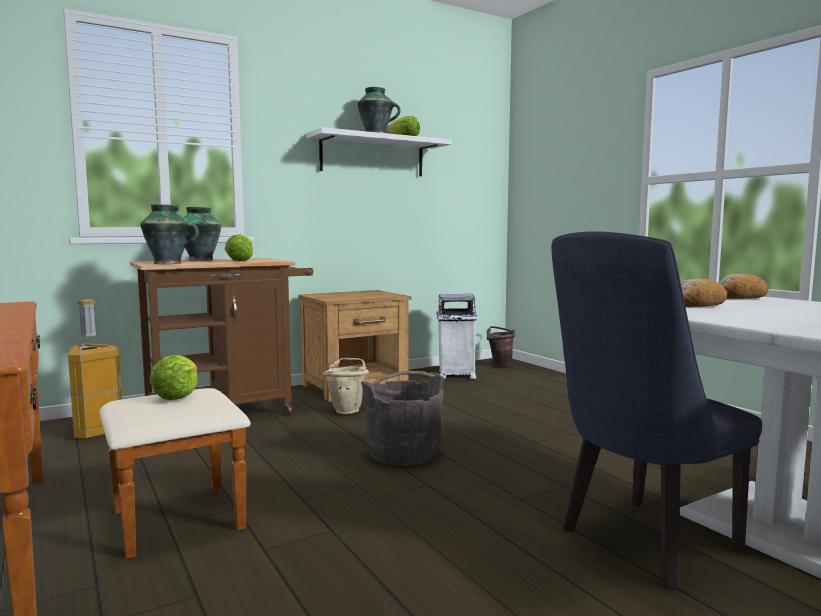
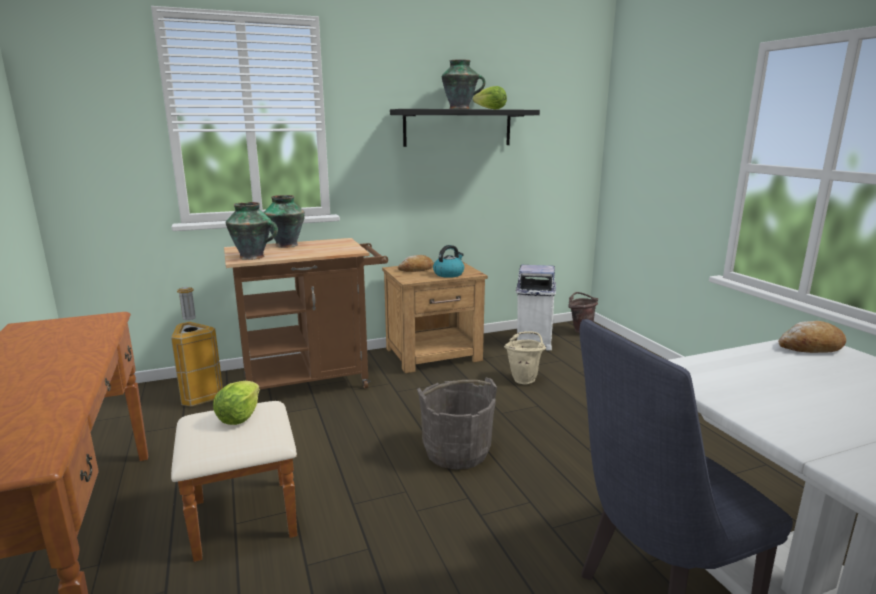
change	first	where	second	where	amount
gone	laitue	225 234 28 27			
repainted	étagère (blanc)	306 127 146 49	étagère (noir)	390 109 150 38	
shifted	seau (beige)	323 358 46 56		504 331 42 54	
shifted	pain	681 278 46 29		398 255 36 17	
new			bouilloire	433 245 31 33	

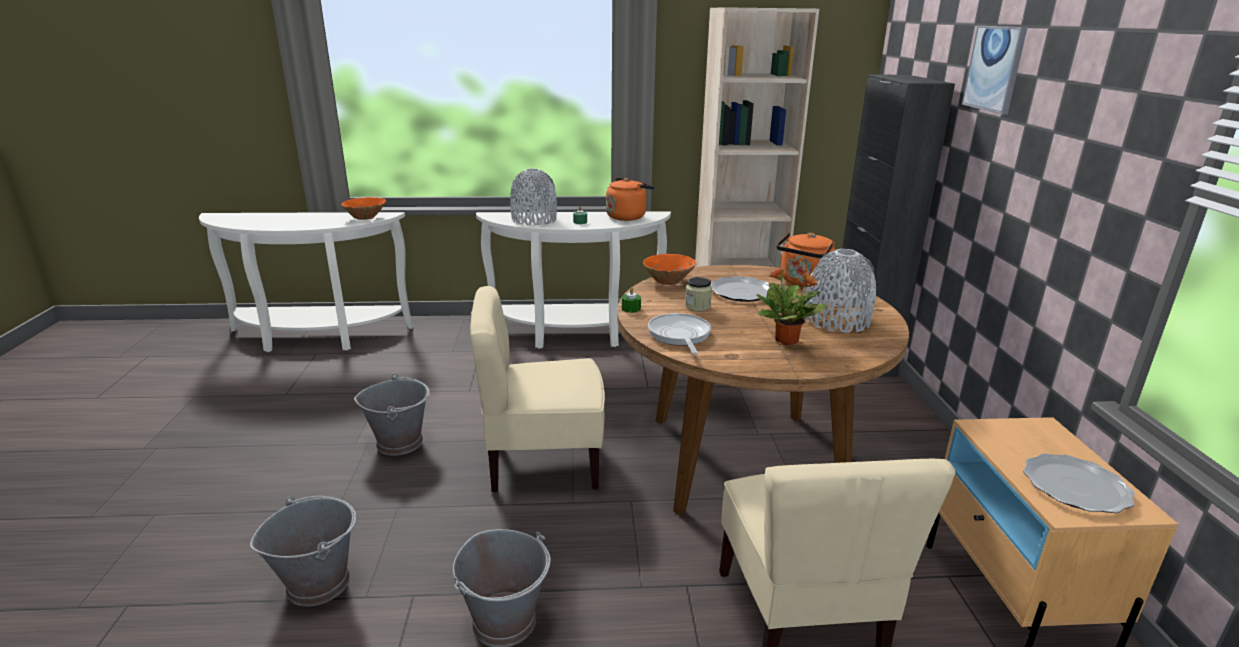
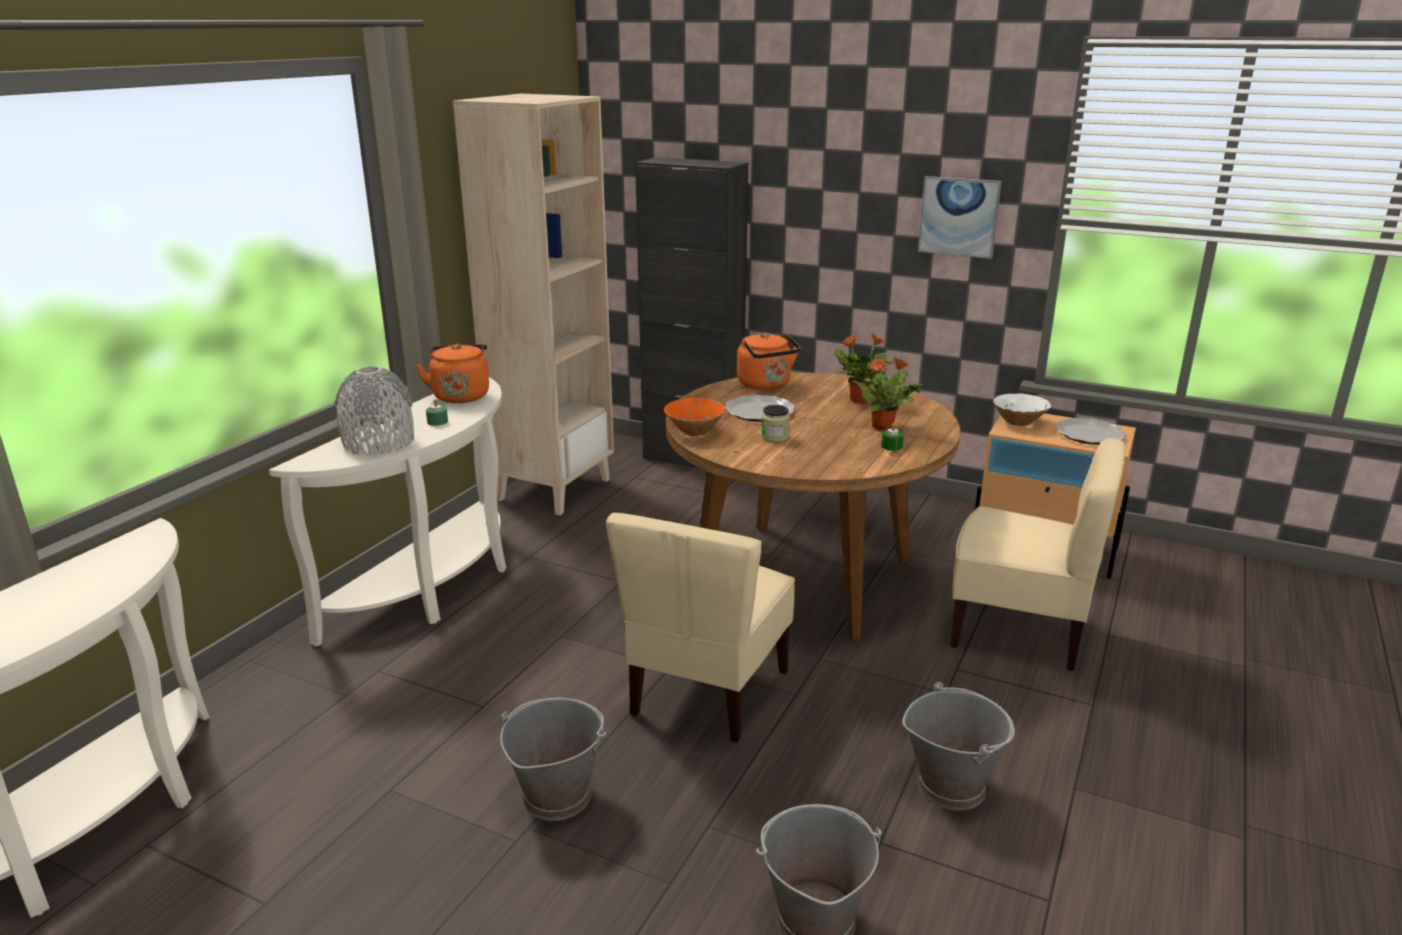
change	first	where	second	where	amount
gone	bol (orange)	341 197 45 23			
shifted	bougie (vert)	622 287 19 26		881 423 23 28	
gone	poêle	648 313 63 42			
swapped	vase (gris)	804 249 72 84	plante en pot	834 332 59 71	
shifted	tableau	962 26 66 88		918 176 84 83	
new			bol (blanc)	993 394 58 32	

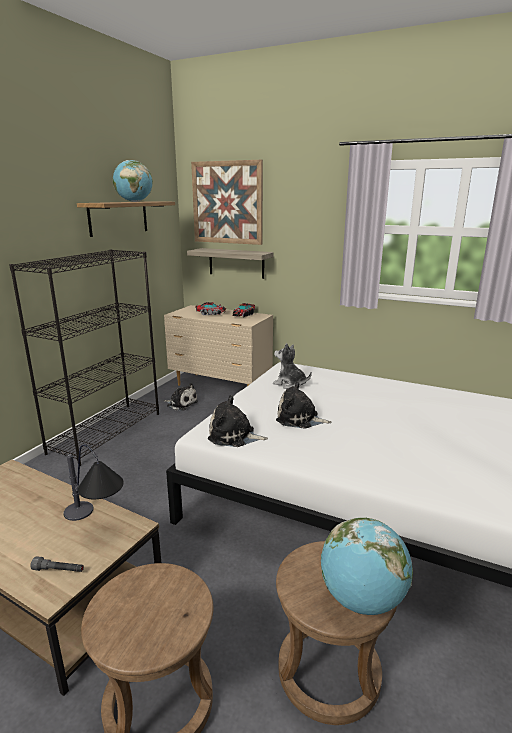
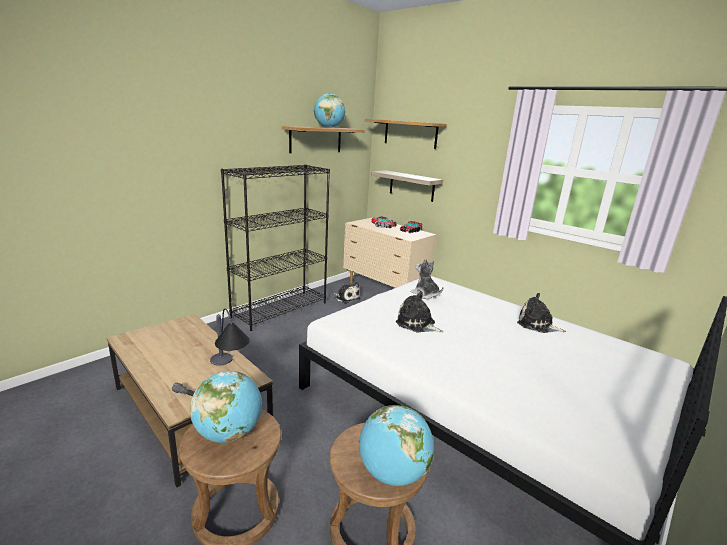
change	first	where	second	where	amount
swapped	tableau	191 160 72 85	étagère	365 119 82 30	
shifted	peluche	208 395 60 52		517 293 49 40	
new			globe	190 371 72 72	

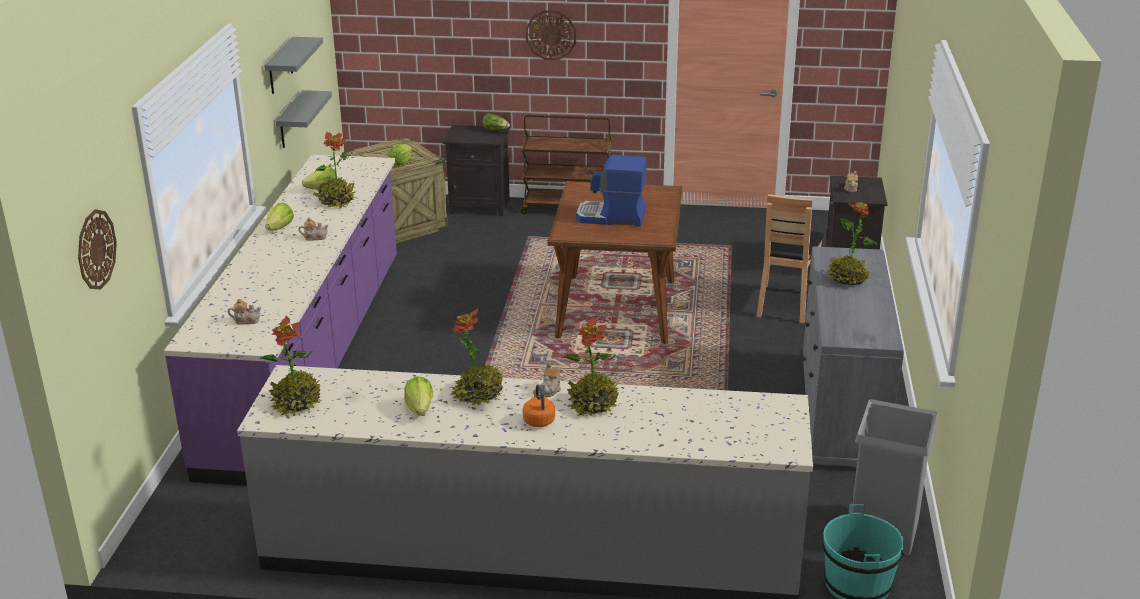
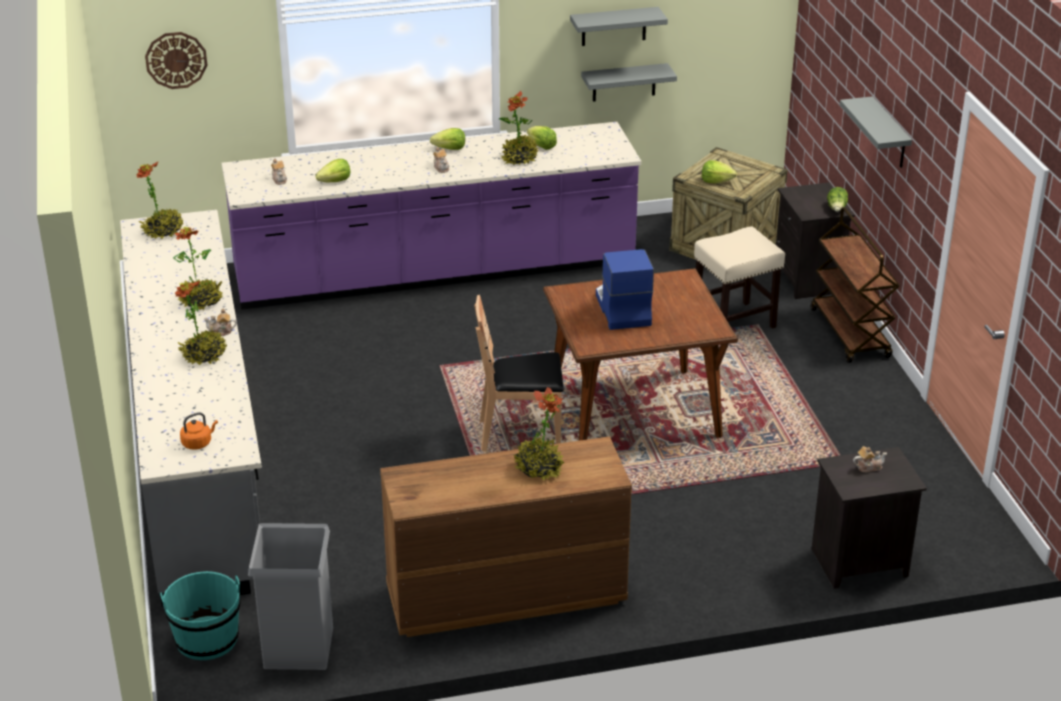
change	first	where	second	where	amount
shifted	laitue	404 376 29 40		316 159 34 24	
shifted	bouilloire (orange)	523 384 32 43		180 412 38 38	
swapped	horloge murale	526 10 50 50	étagère (gris)	840 96 72 72	
shifted	chaise (marron)	757 194 67 129		474 295 90 156	
repainted	commode (gris)	802 246 102 221	commode (marron)	380 436 252 201	
new			tabouret (beige)	694 226 91 103	

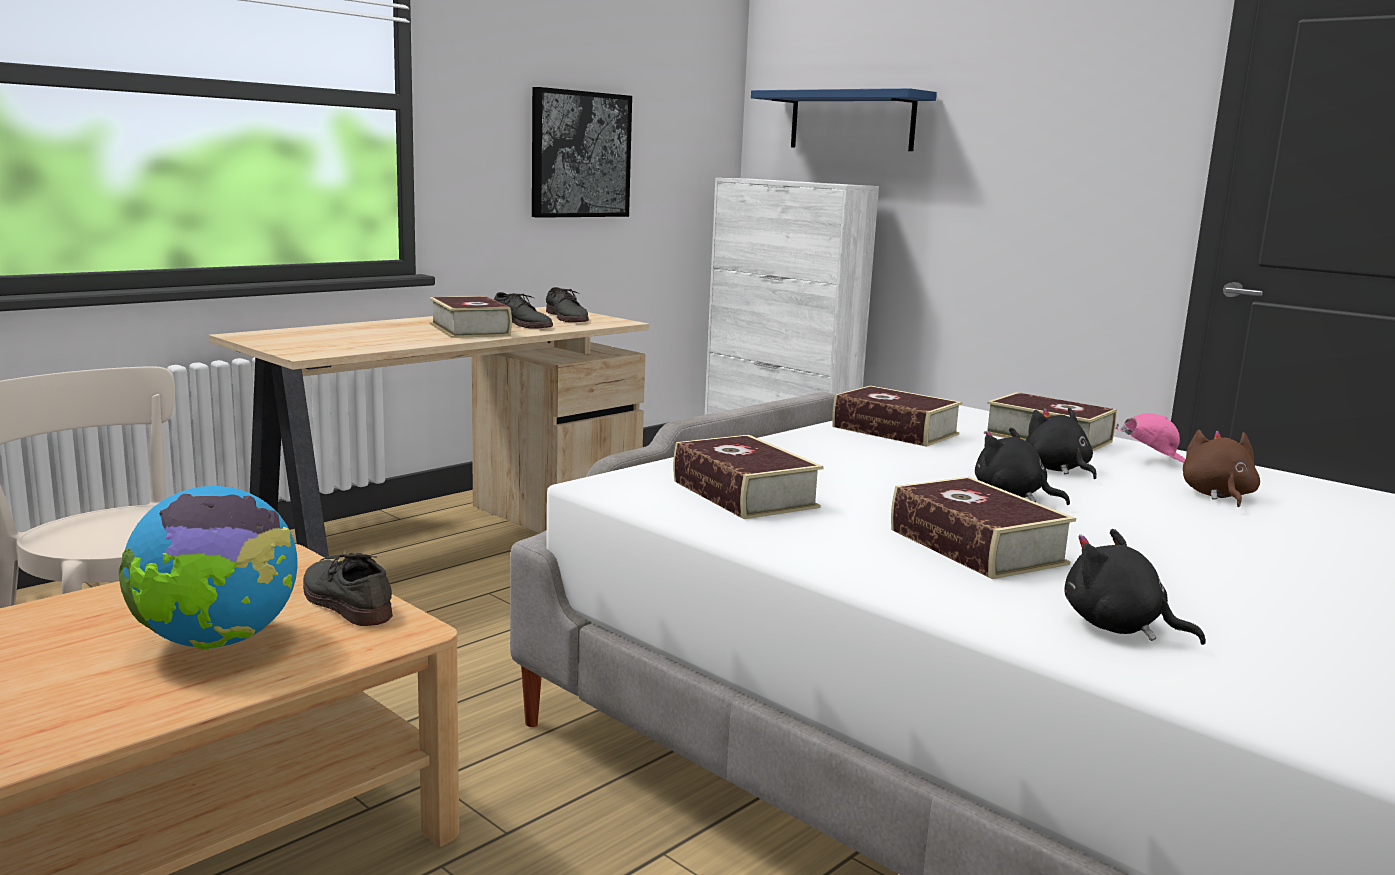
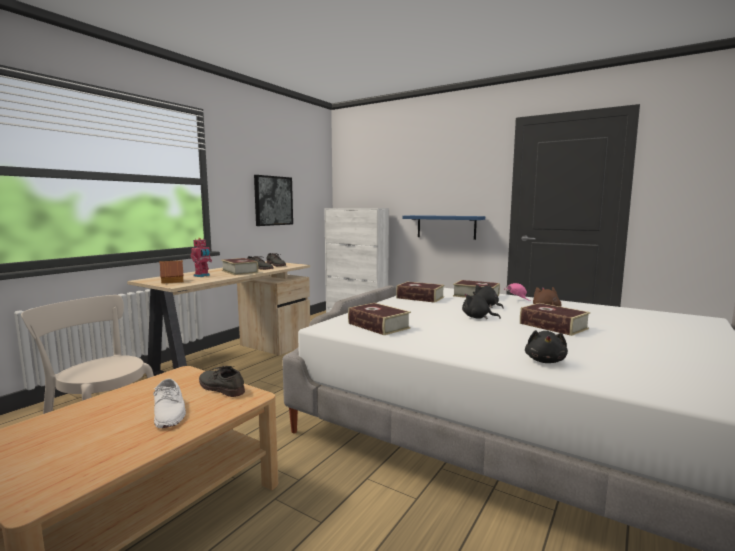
change	first	where	second	where	amount
swapped	globe	119 486 179 164	chaussure (blanc)	153 379 33 49	
shifted	étagère (bleu)	751 88 186 63		403 215 82 25	
shifted	livre	891 477 185 102		520 303 70 33	
rotated	peluche (noir)	1064 529 142 116		525 330 43 33	105 degrees counterclockwise
new			maison miniature	159 260 25 24	
new			robot jouet	190 238 22 39	

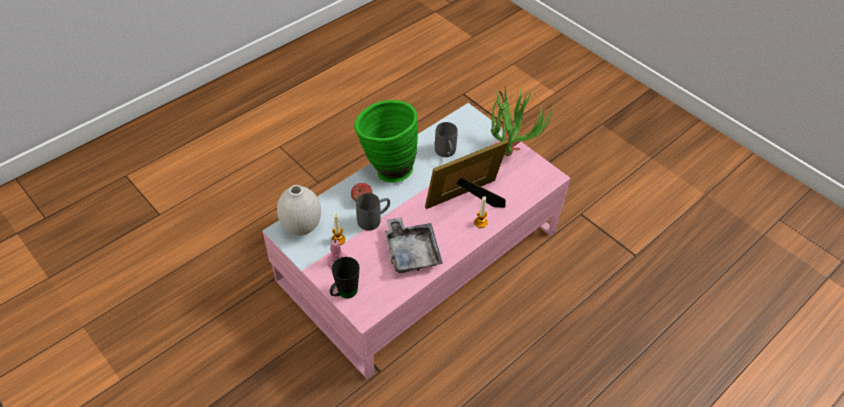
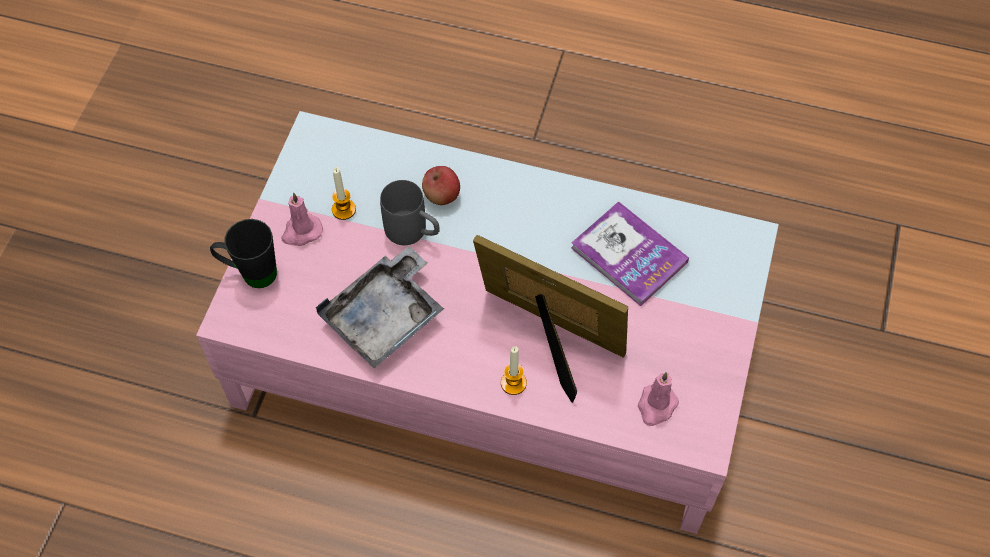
change	first	where	second	where	amount
gone	vase (blanc)	277 185 44 51			
gone	vase (vert)	354 100 64 83			
swapped	mug (gris)	435 122 23 35	livre	571 201 118 105	
gone	plante en pot	491 87 63 69			
new			bougie (rose)	638 372 41 54	

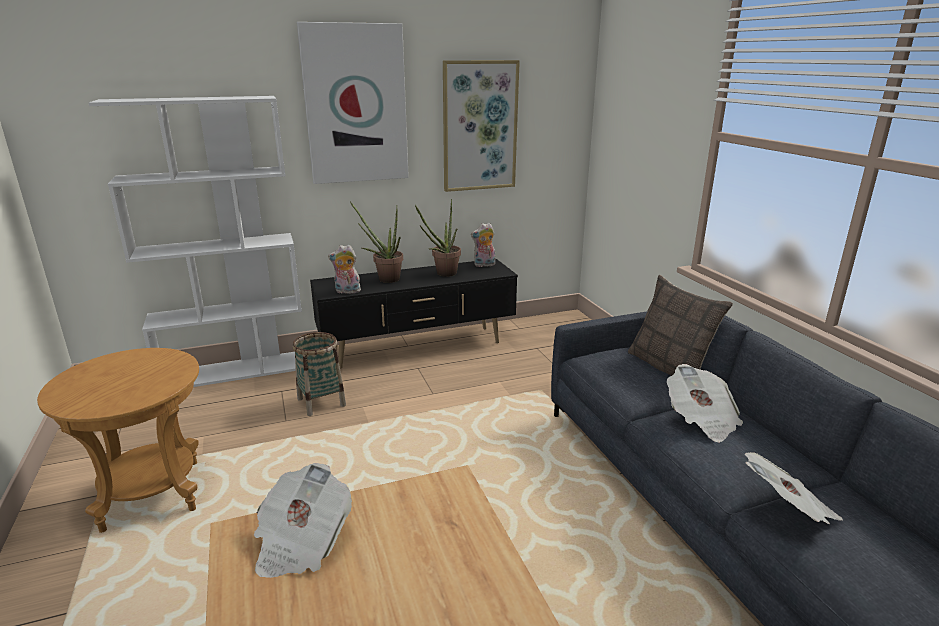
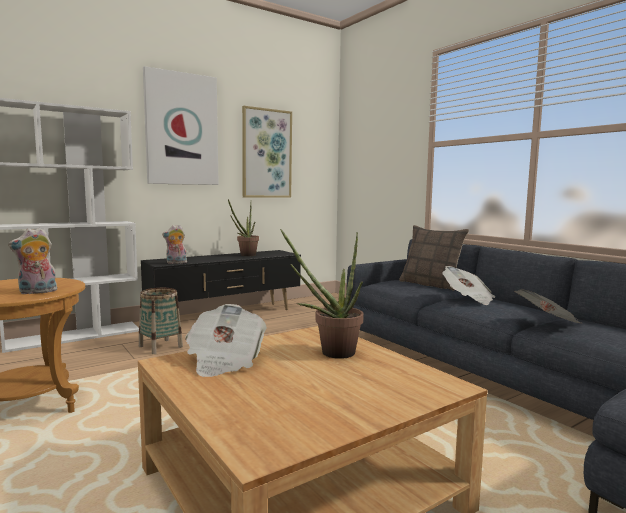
change	first	where	second	where	amount
shifted	plante en pot	350 202 53 81		280 229 84 130	
shifted	peluche	471 223 24 44		8 228 50 66	

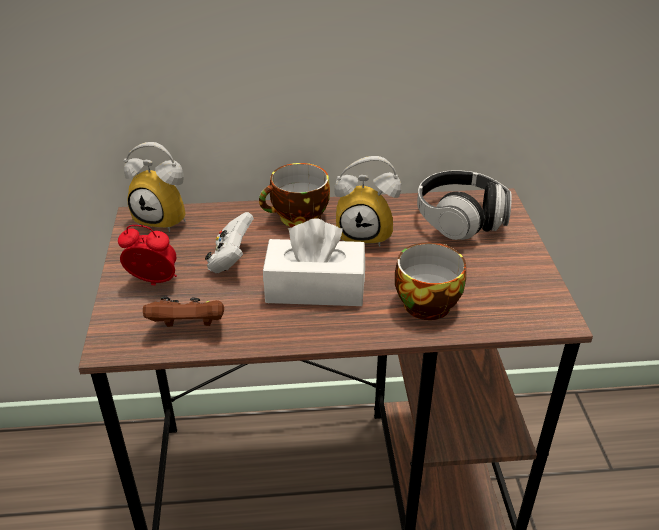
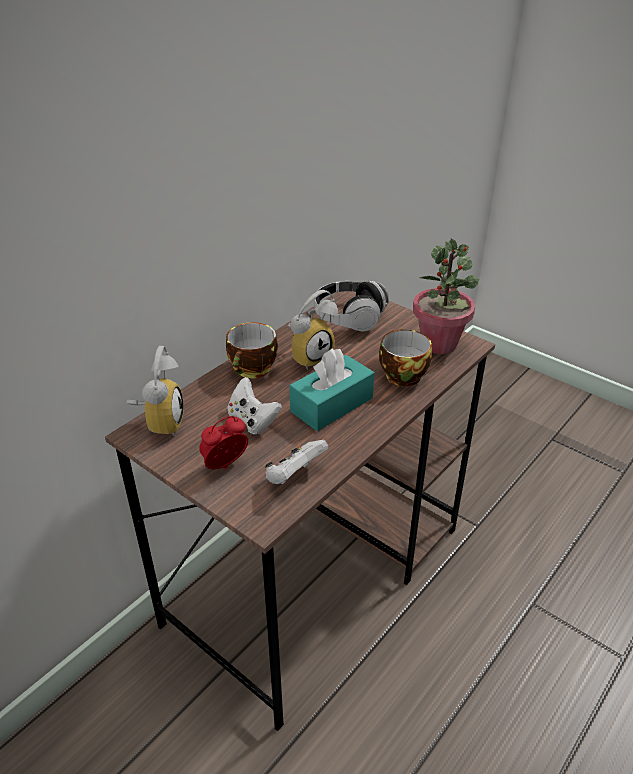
change	first	where	second	where	amount
rotated	réveil	124 142 62 90		127 346 57 90	60 degrees counterclockwise
repainted	manette (marron)	143 297 81 30	manette (blanc)	265 440 64 45	
repainted	boîte à mouchoirs (blanc)	263 219 102 87	boîte à mouchoirs (turquoise)	289 348 85 83	
new			plante en pot	413 239 66 115	

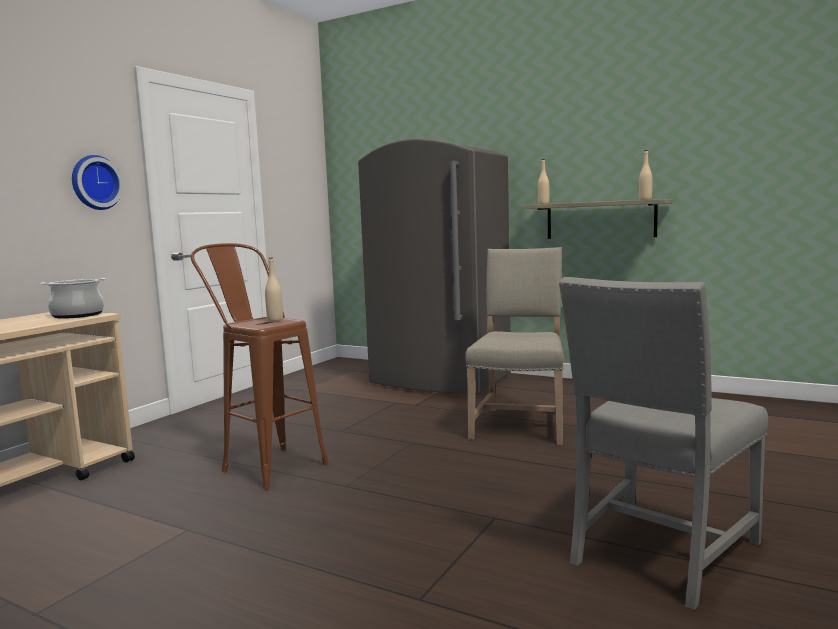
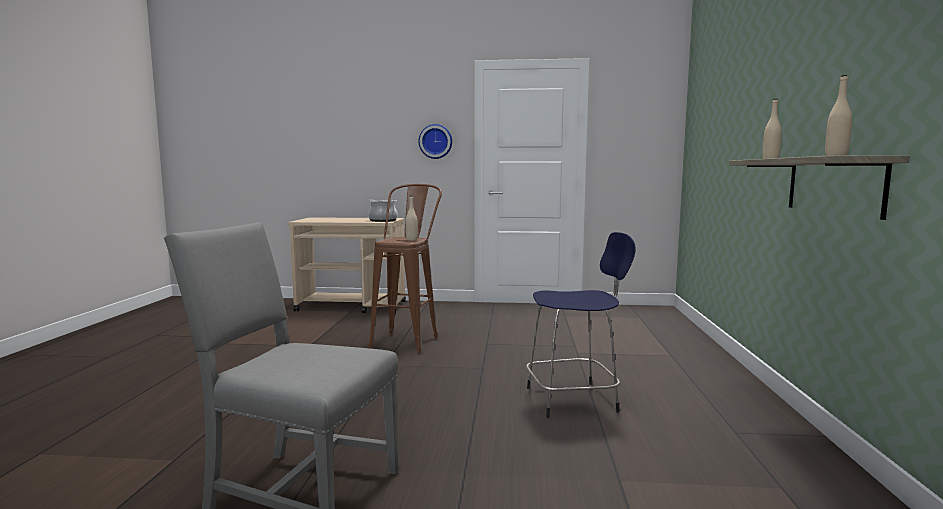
change	first	where	second	where	amount
gone	réfrigérateur (gris)	358 139 153 255			
swapped	chaise (beige)	465 247 99 198	tabouret (bleu)	526 232 110 186	

